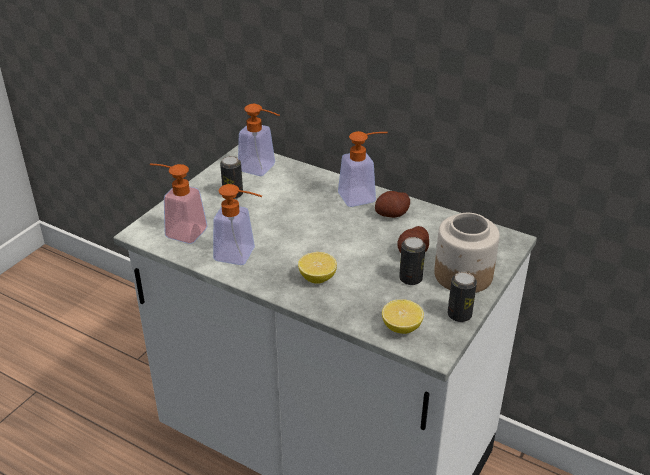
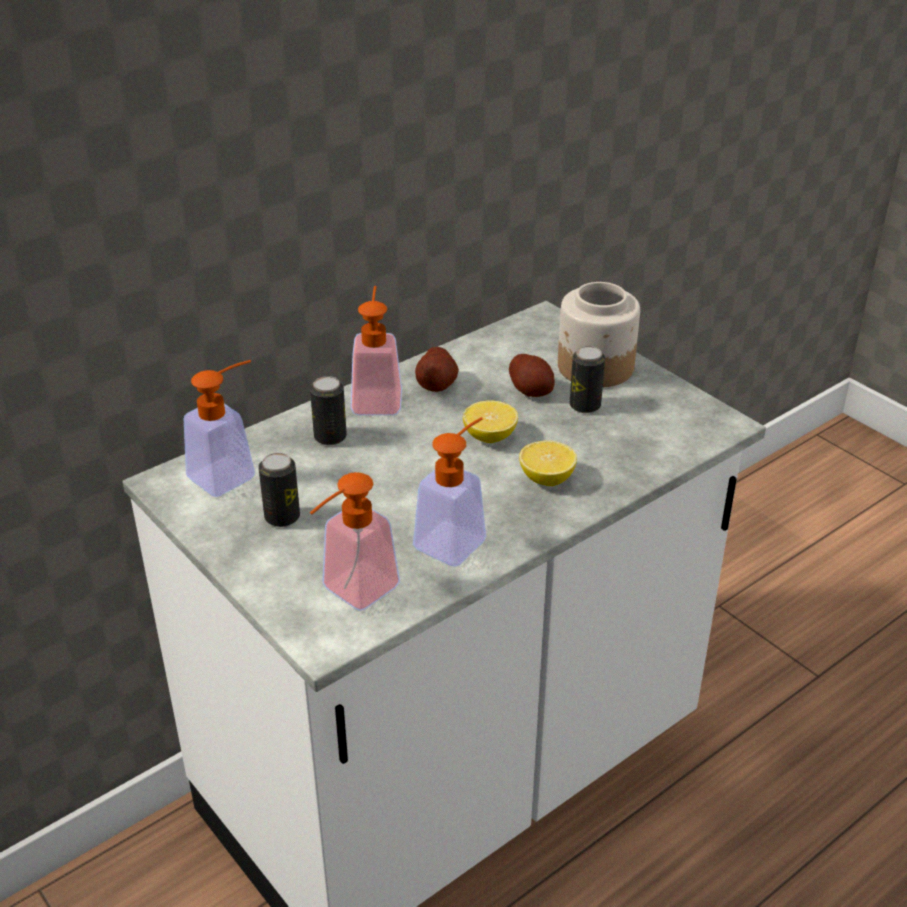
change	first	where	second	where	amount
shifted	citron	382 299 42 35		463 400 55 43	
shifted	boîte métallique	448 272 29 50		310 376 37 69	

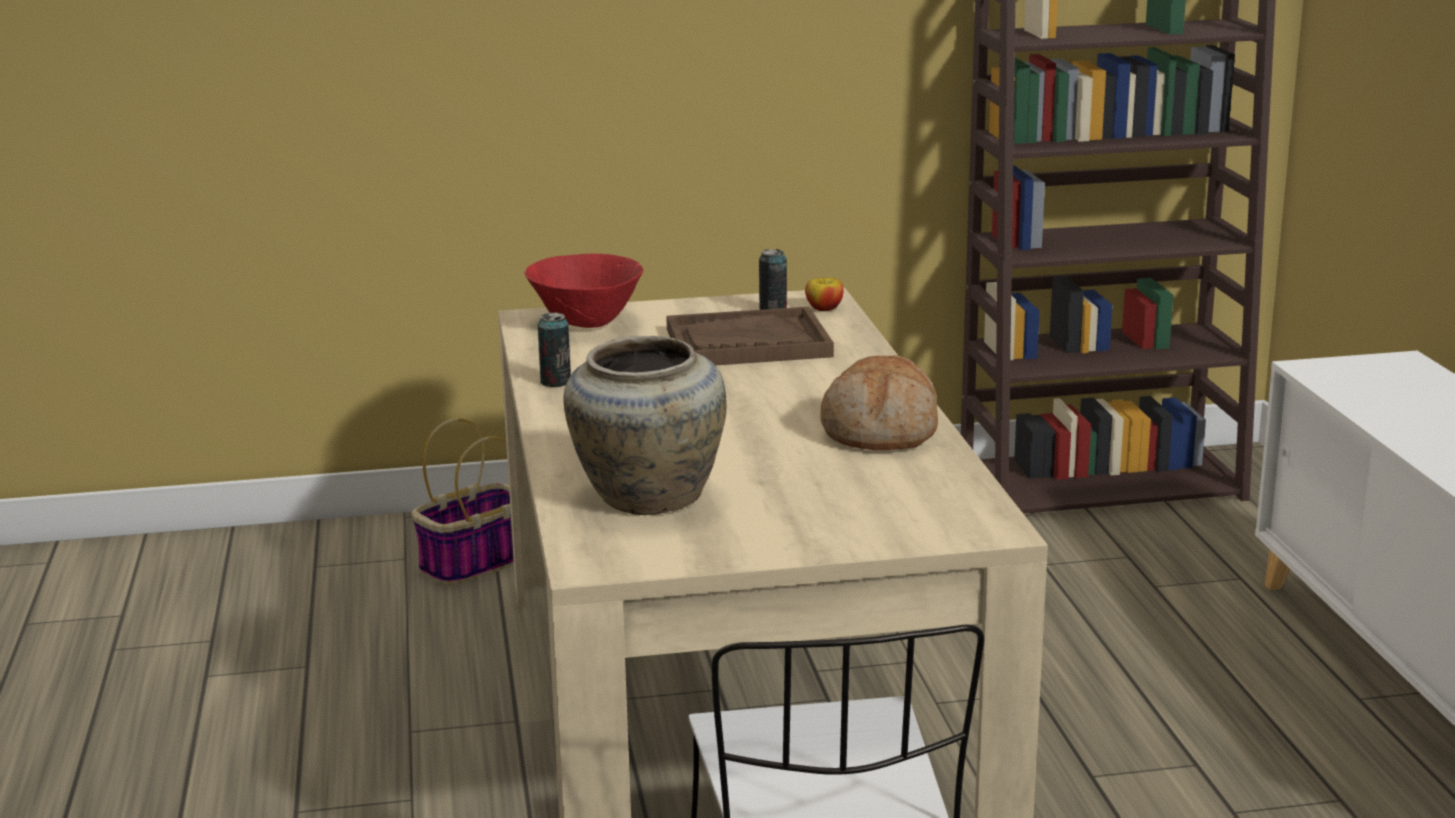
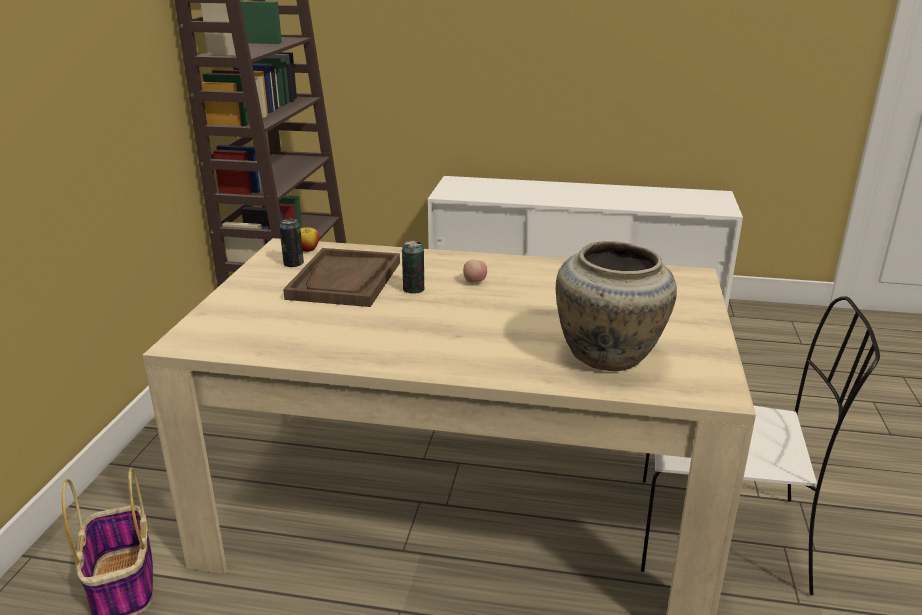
change	first	where	second	where	amount
gone	bol (rouge)	525 254 118 74			
shifted	boîte métallique	538 312 33 75		402 241 23 53	
gone	pain	820 356 118 94			
new			pomme	463 260 24 23	

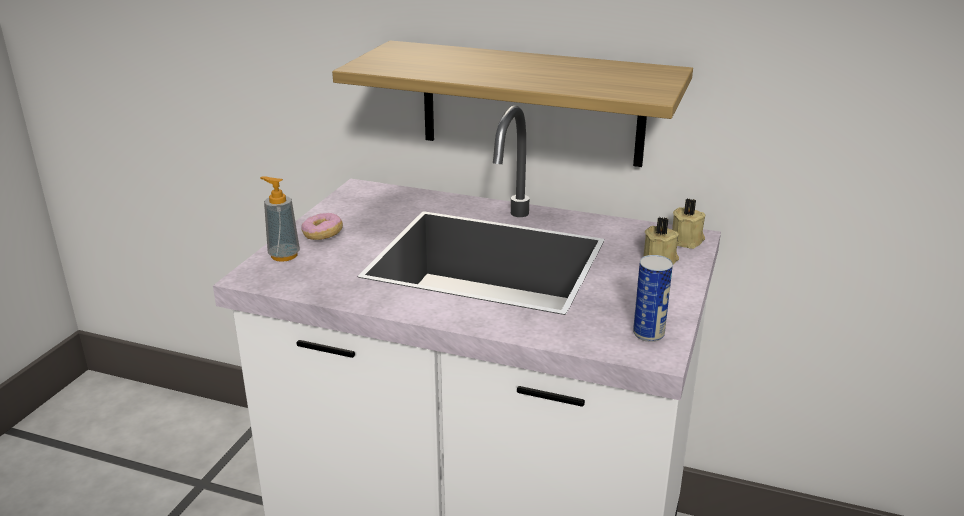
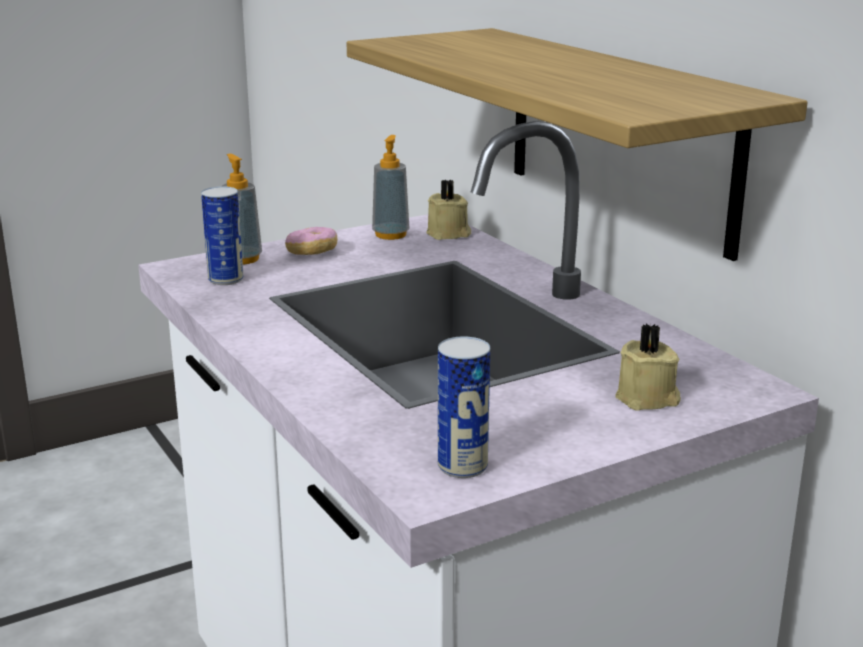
change	first	where	second	where	amount
shifted	bougie (beige)	672 198 33 51		427 180 44 60	
new			boîte métallique	201 186 43 99	
new			distributeur de savon	372 135 37 105	

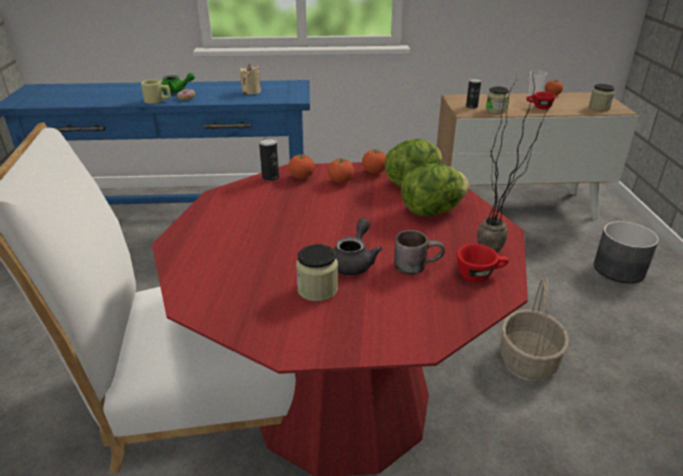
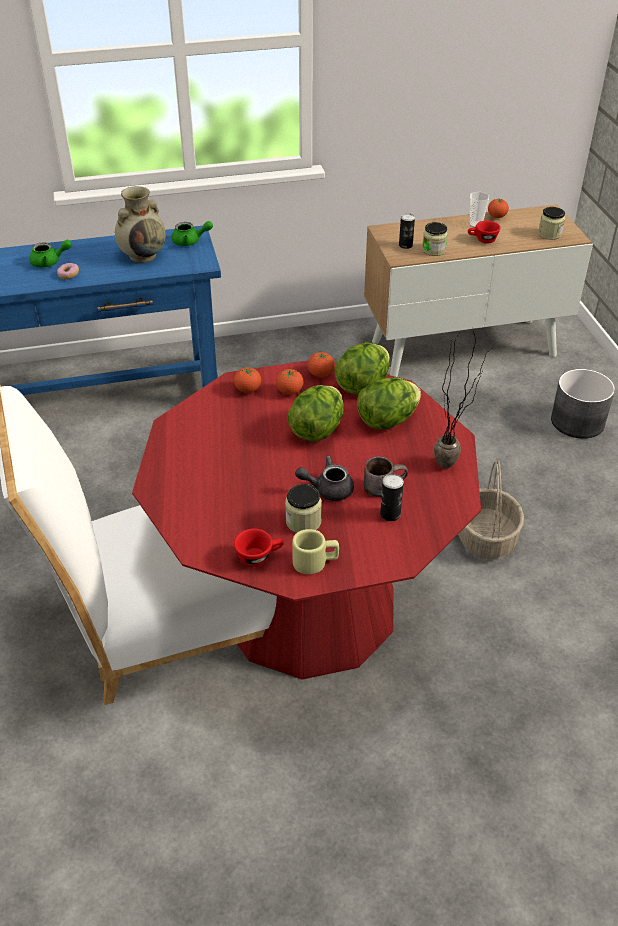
change	first	where	second	where	amount
shifted	mug (beige)	141 79 30 25		292 529 47 45	
swapped	bougie (beige)	240 64 21 30	vase (beige)	115 186 51 77	
shifted	boîte métallique	259 138 20 43		380 474 24 47	
rotated	théière (gris)	334 218 48 57		295 456 59 45	105 degrees counterclockwise
shifted	tasse (rouge)	457 244 52 38		234 529 50 38	
new			théière (vert)	172 221 41 25	
new			laitue	287 385 57 57	

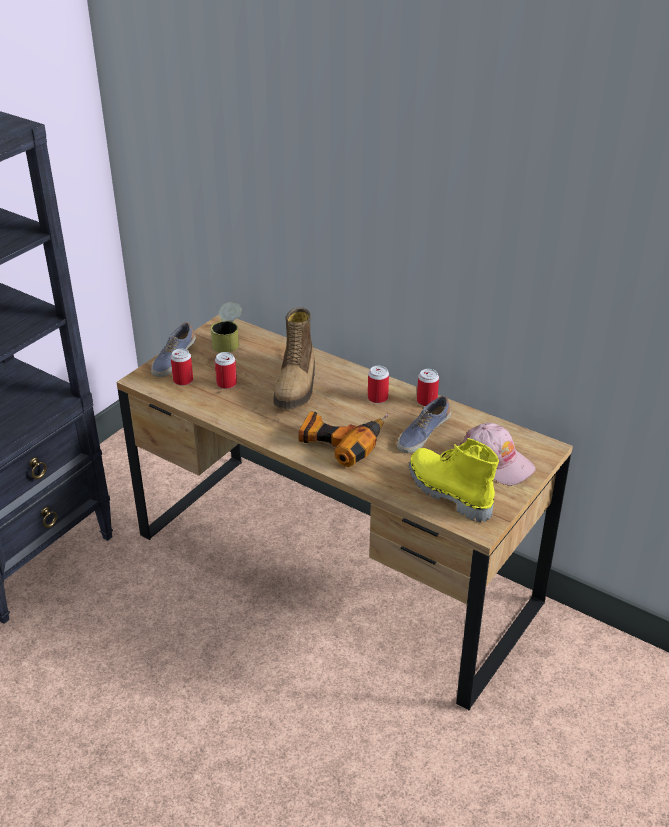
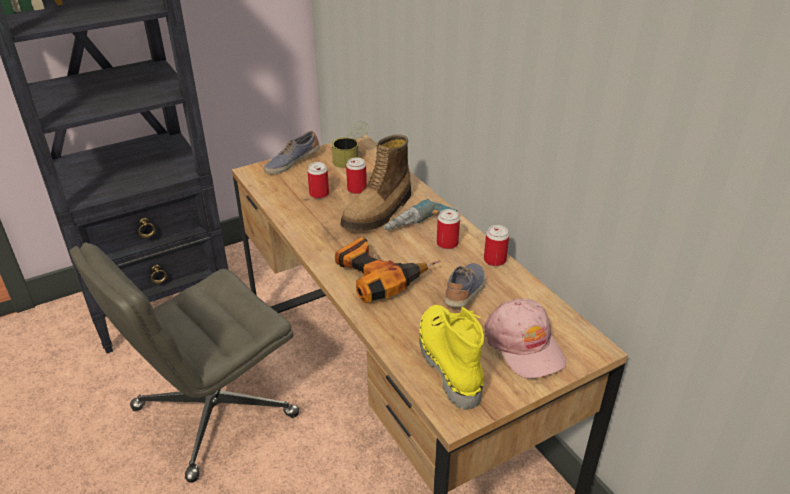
change	first	where	second	where	amount
shifted	boîte métallique	171 349 22 36		346 157 21 37	
rotated	chaussure	397 396 54 57		445 263 41 44	135 degrees clockwise
new			chaise de bureau (gris)	70 242 229 241	
new			perceuse	384 199 73 31	

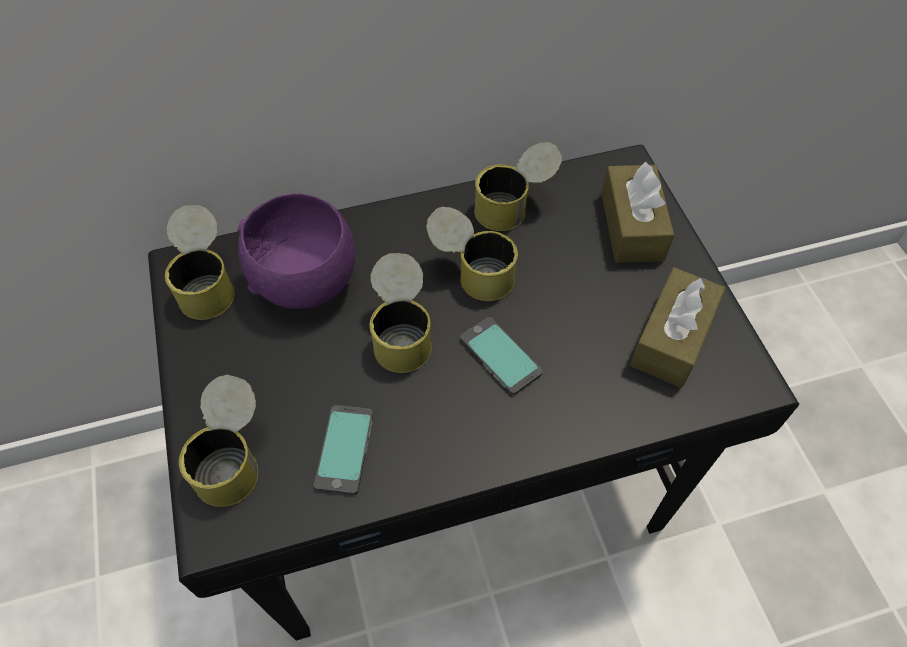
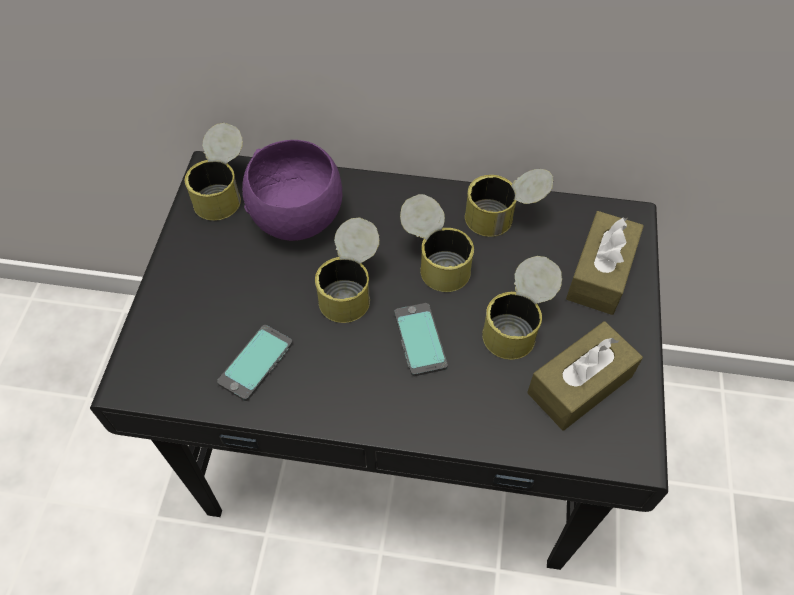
change	first	where	second	where	amount
shifted	boîte métallique	179 375 80 132		482 256 80 104	

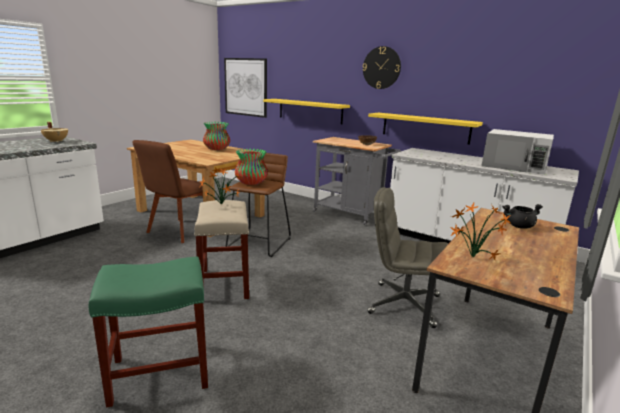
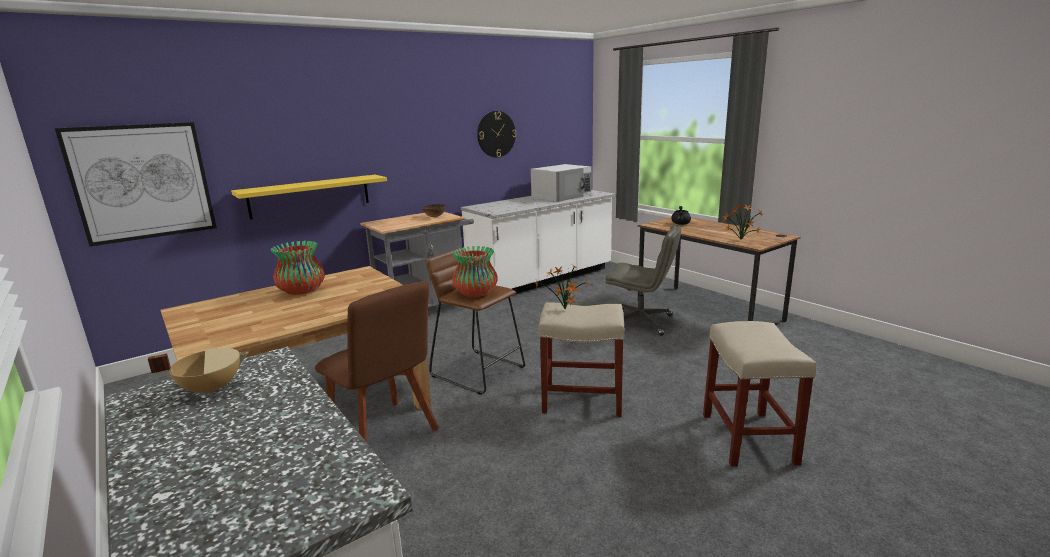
change	first	where	second	where	amount
repainted	tabouret (vert)	89 256 119 152	tabouret (beige)	703 321 113 146	
shifted	horloge murale	363 46 38 43		477 111 39 47	
rotated	chaise de bureau (gris)	367 187 82 141		605 225 76 111	105 degrees counterclockwise
gone	étagère (jaune)	368 113 115 32			

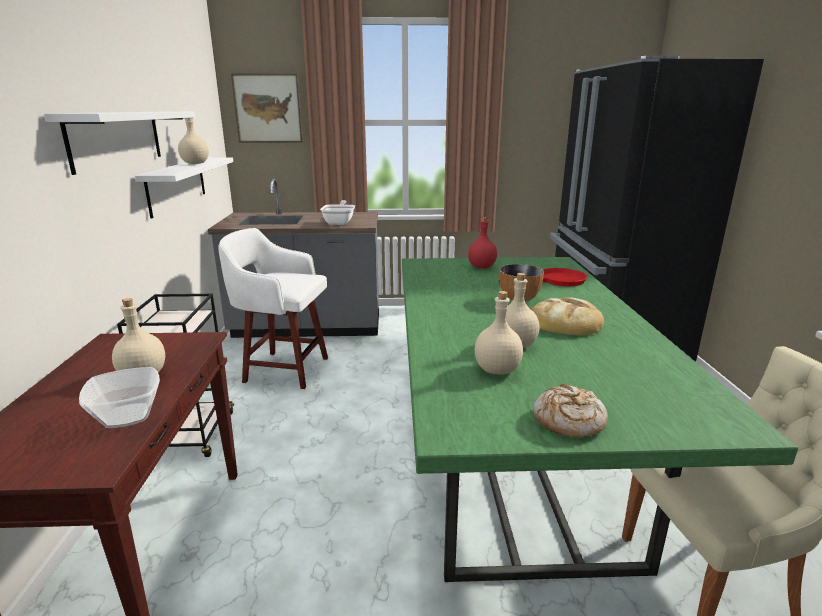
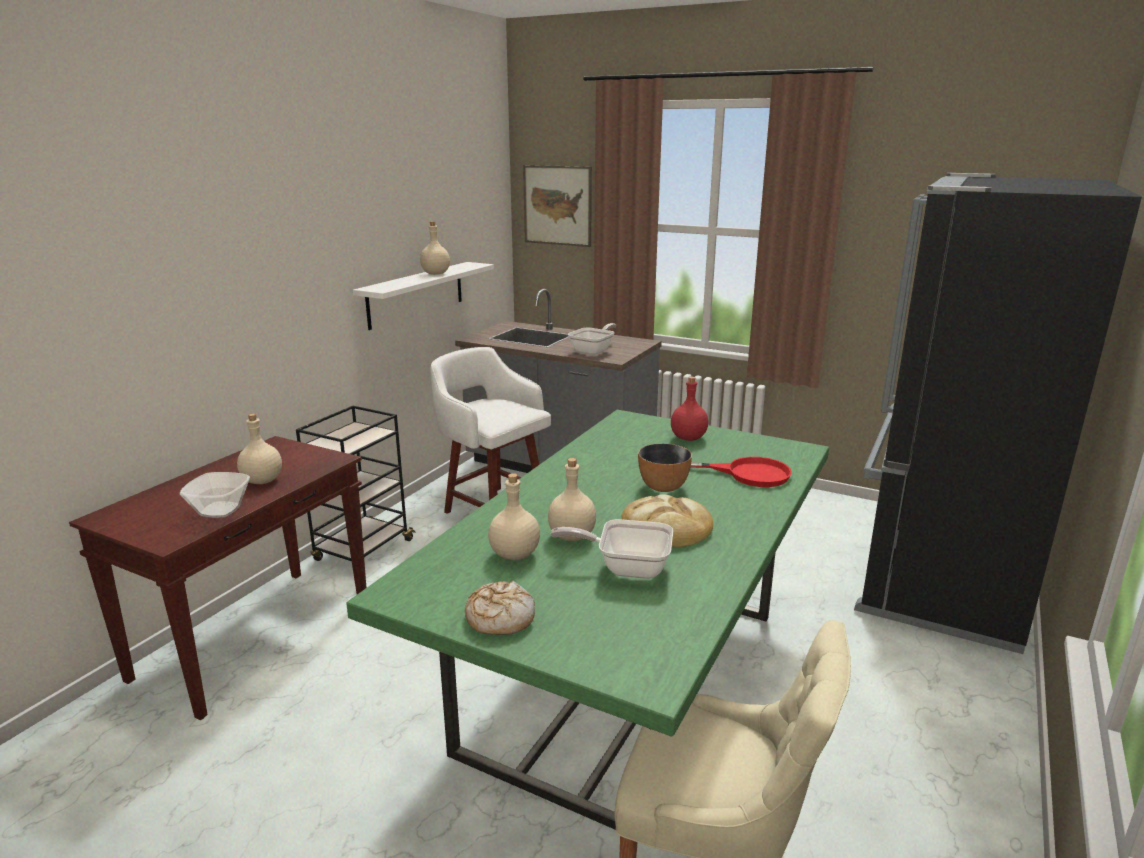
change	first	where	second	where	amount
gone	étagère (blanc)	44 112 152 63			
new			poêle	550 519 123 60	

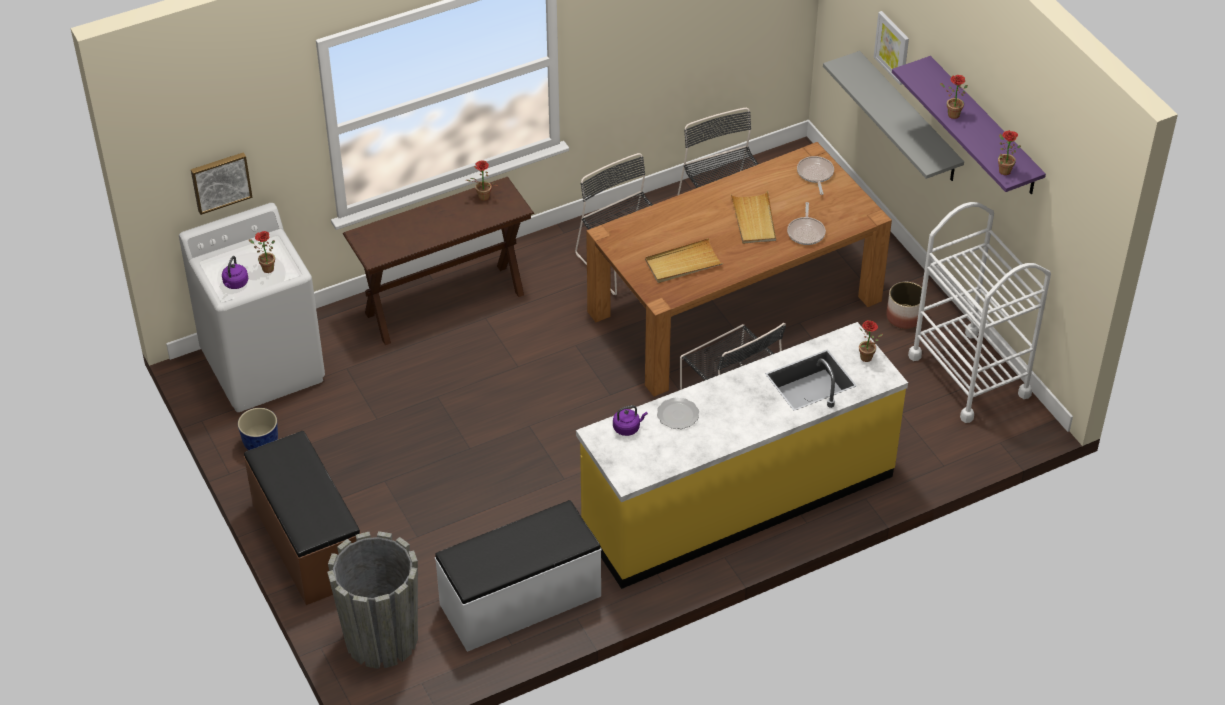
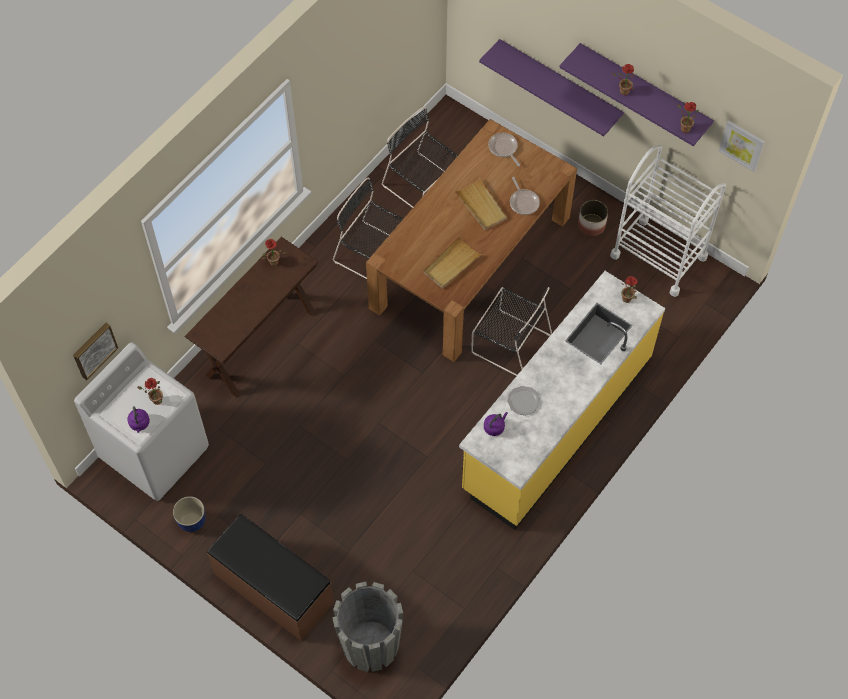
change	first	where	second	where	amount
gone	banc (blanc)	435 500 166 152			
repainted	étagère (gris)	823 51 141 130	étagère (violet)	479 39 145 98	
shifted	tableau	874 11 35 74		719 121 46 51	

